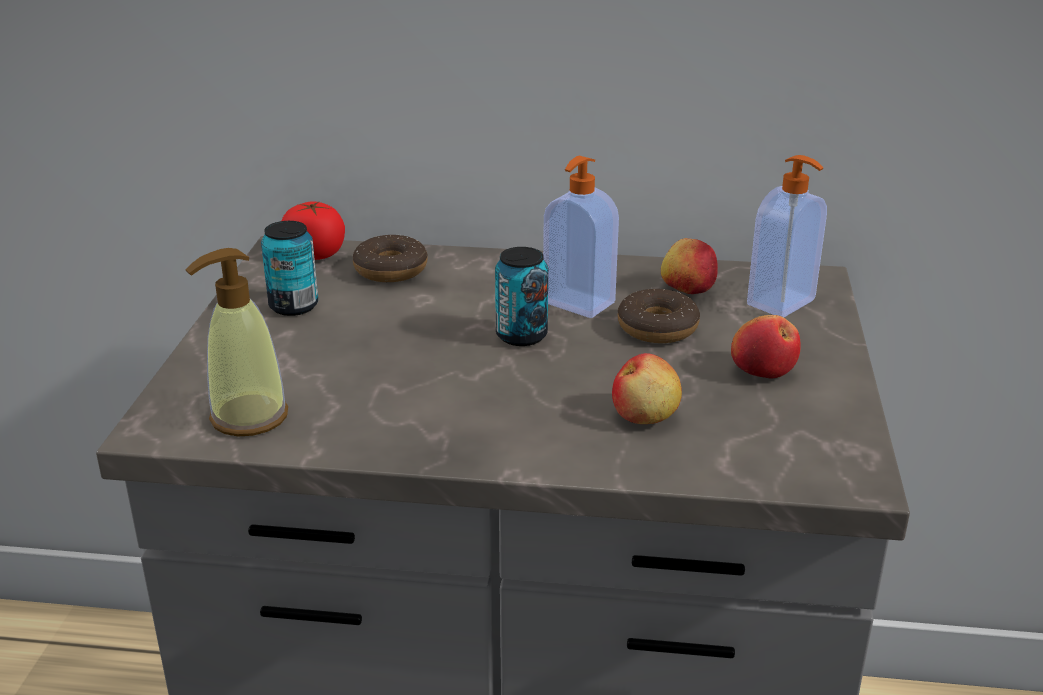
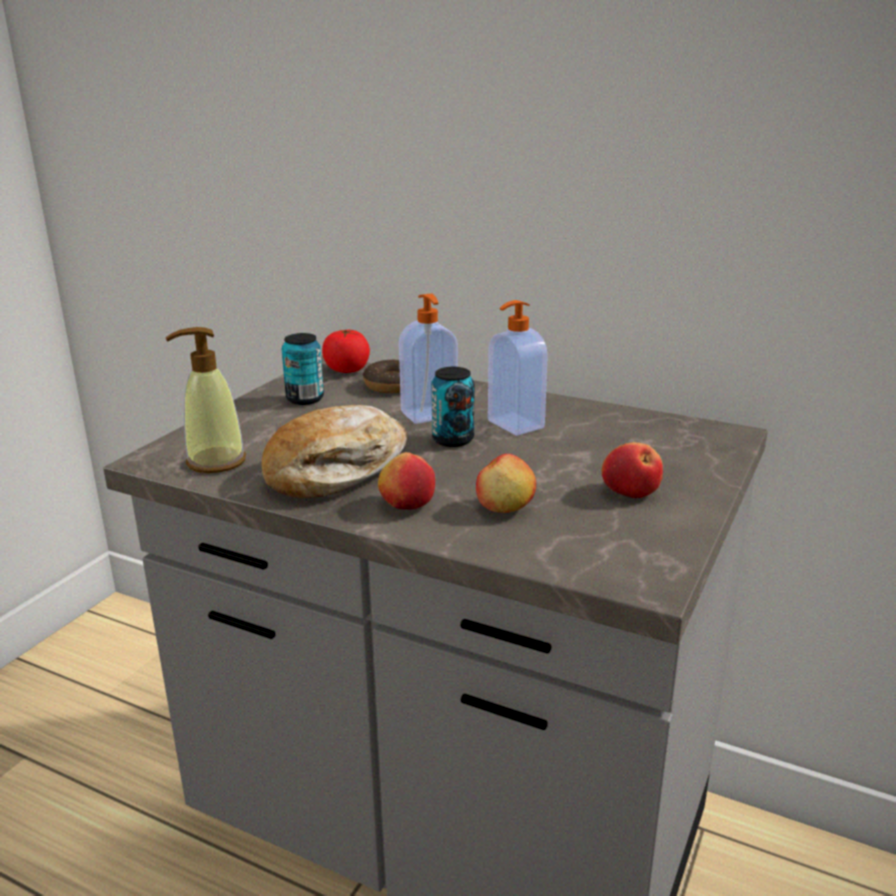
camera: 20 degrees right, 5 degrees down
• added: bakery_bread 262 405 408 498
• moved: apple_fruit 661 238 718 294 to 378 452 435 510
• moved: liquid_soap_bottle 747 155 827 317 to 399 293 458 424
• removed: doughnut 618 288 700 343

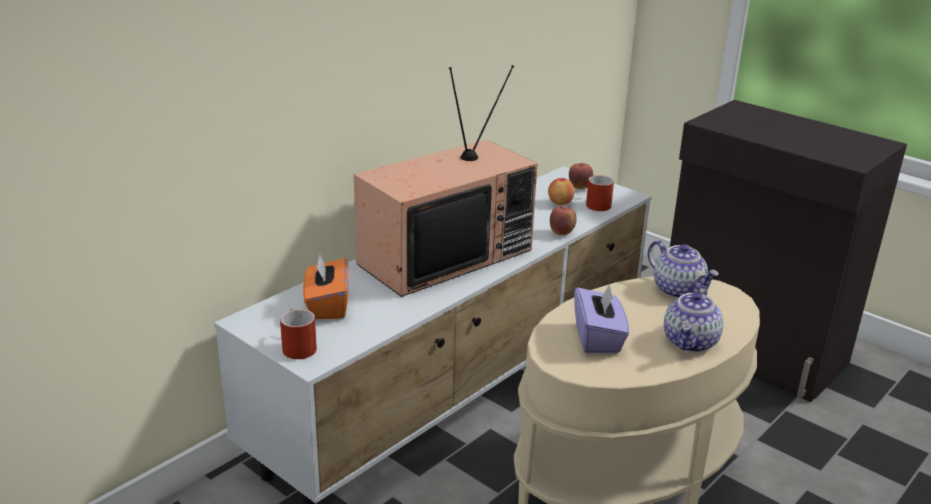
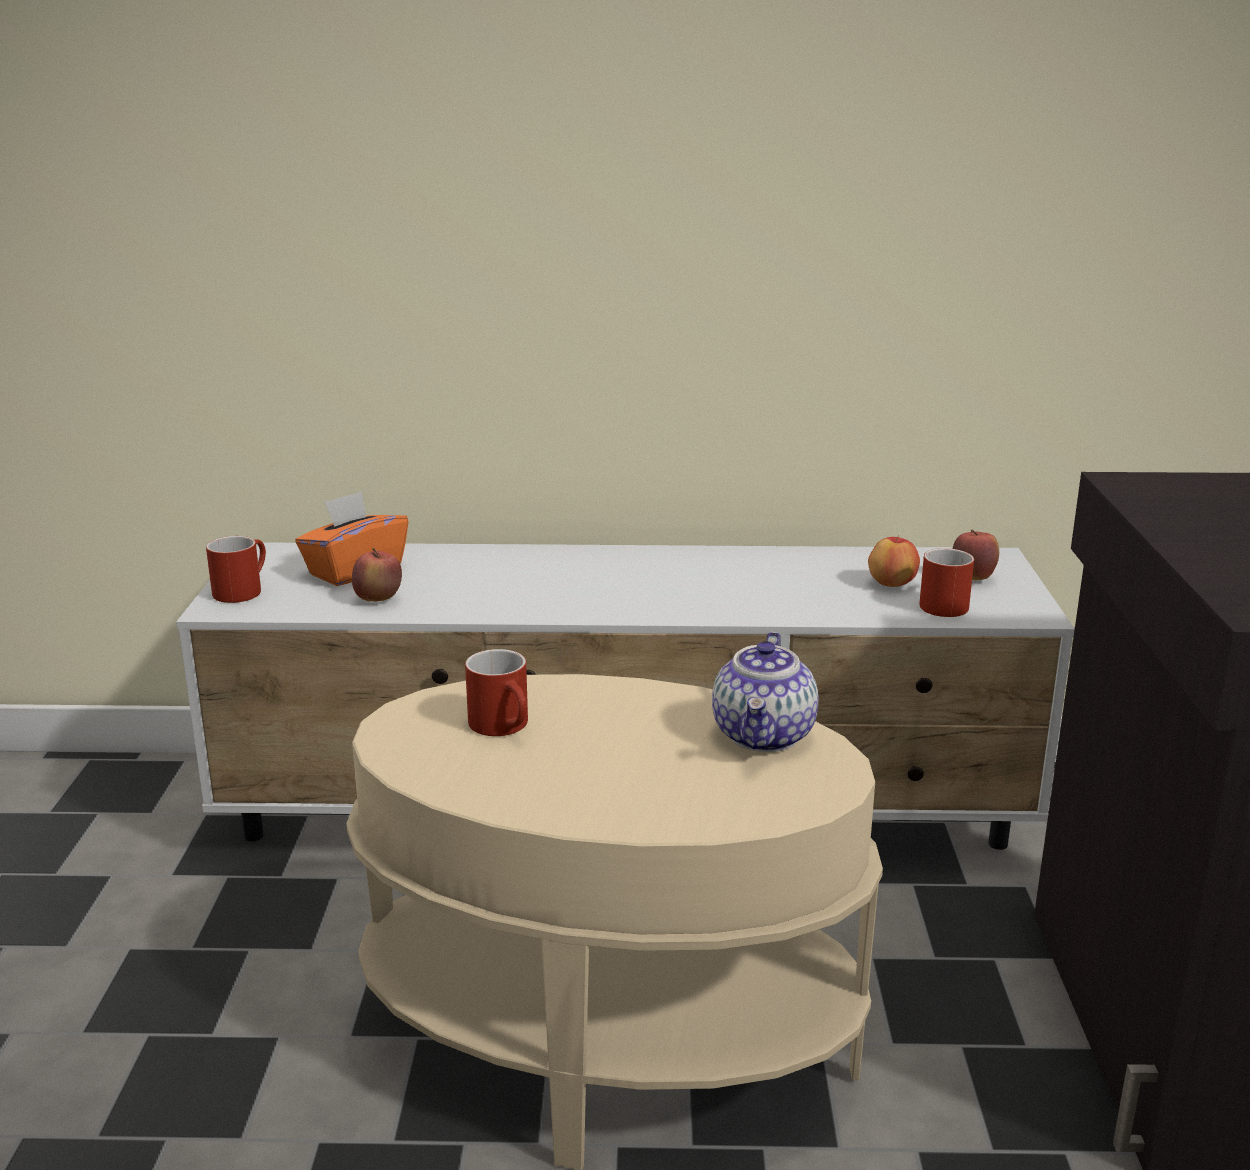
camera: 50 degrees right, 5 degrees down
• moved: apple_fruit 550 206 576 235 to 352 548 402 602
• replaced: purple-coloured_tissue_holder 574 283 629 353 to reddish_tea_mug 465 649 528 736
• removed: television 354 65 537 297
• removed: tea_pot 664 285 723 352

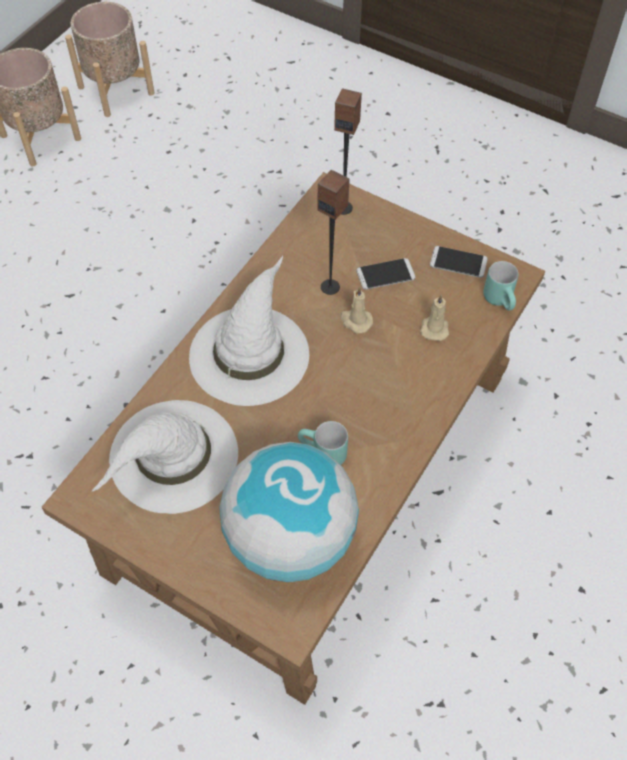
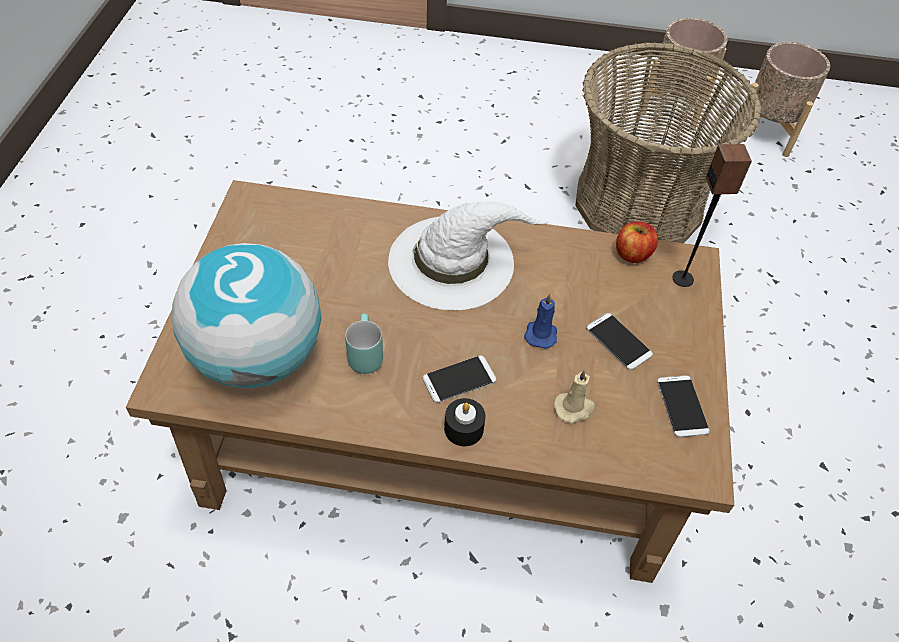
camera: 65 degrees right, 5 degrees down
• added: phone 423 356 496 403
• added: black_wax_light 444 398 486 446
• recoloured: beige_wax_light 341 286 373 333 to blue-coloured_wax_light 524 294 557 349
• added: basket 575 42 761 243
• added: apple_fruit 616 221 658 263
• removed: white-coloured_hat 91 400 238 514
• removed: loudspeaker 317 170 350 295
• removed: turquoise-coloured_tea_mug 483 261 518 310

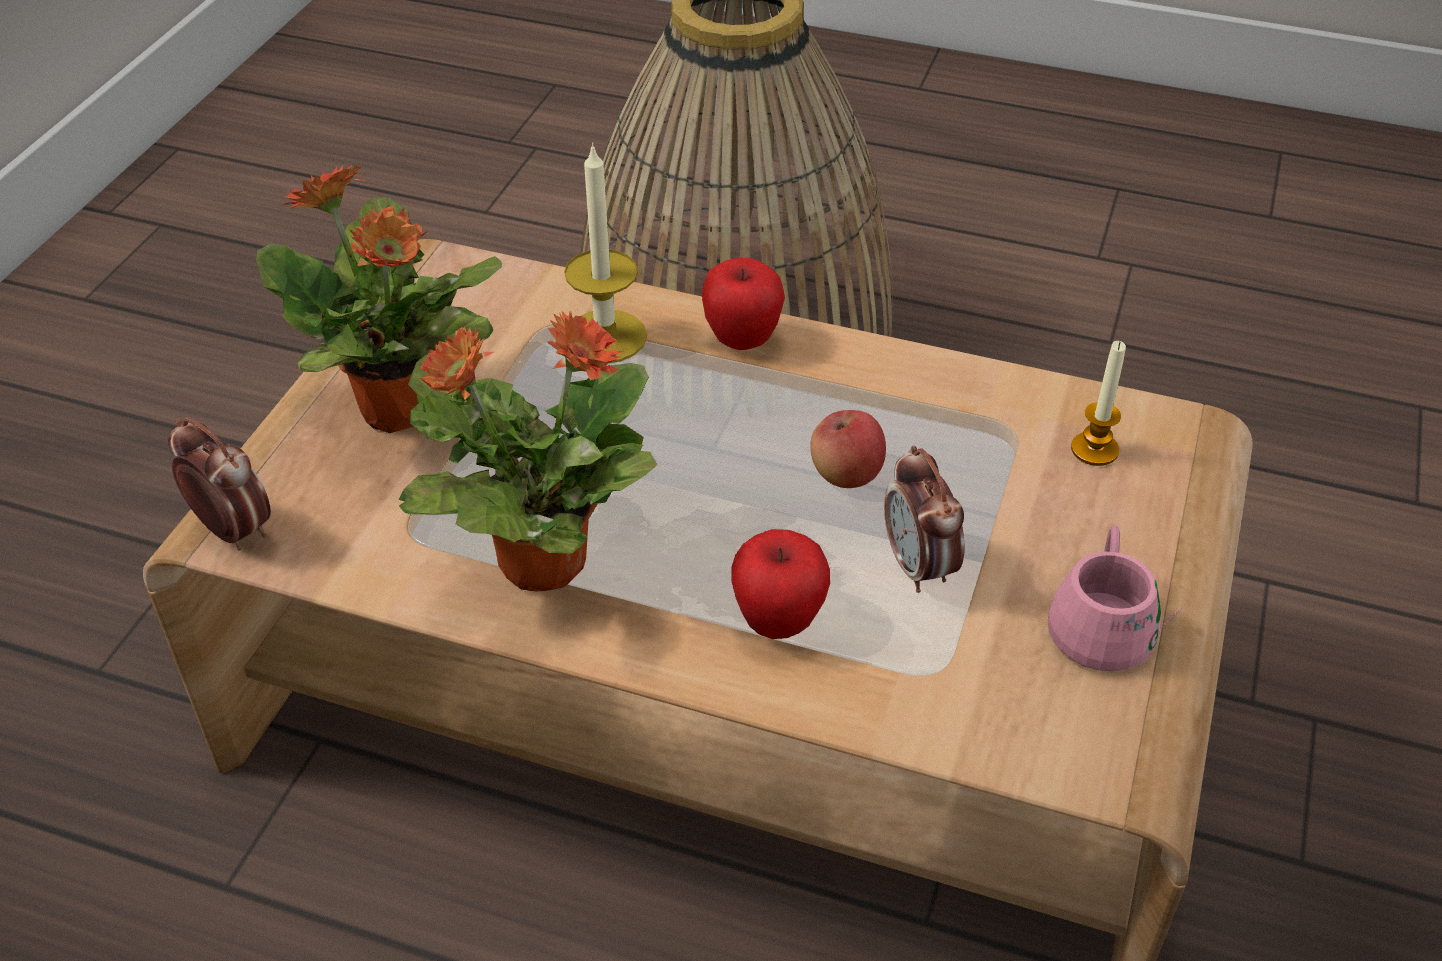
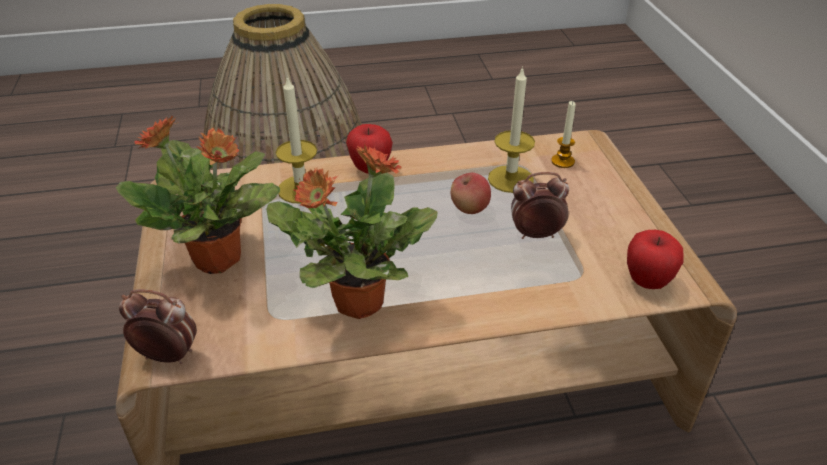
camera: 30 degrees left, 5 degrees down
• added: wax_light 488 66 535 193
• turned: bedside_clock 884 445 964 593 = 511 172 569 239 135 degrees clockwise
• moved: apple_fruit 731 529 830 639 to 627 230 684 289
• removed: pink_tea_mug 1048 525 1182 671

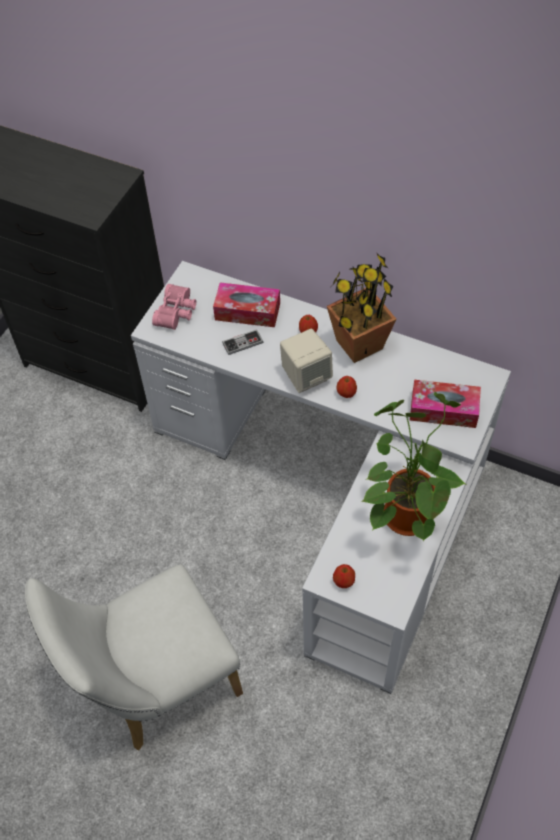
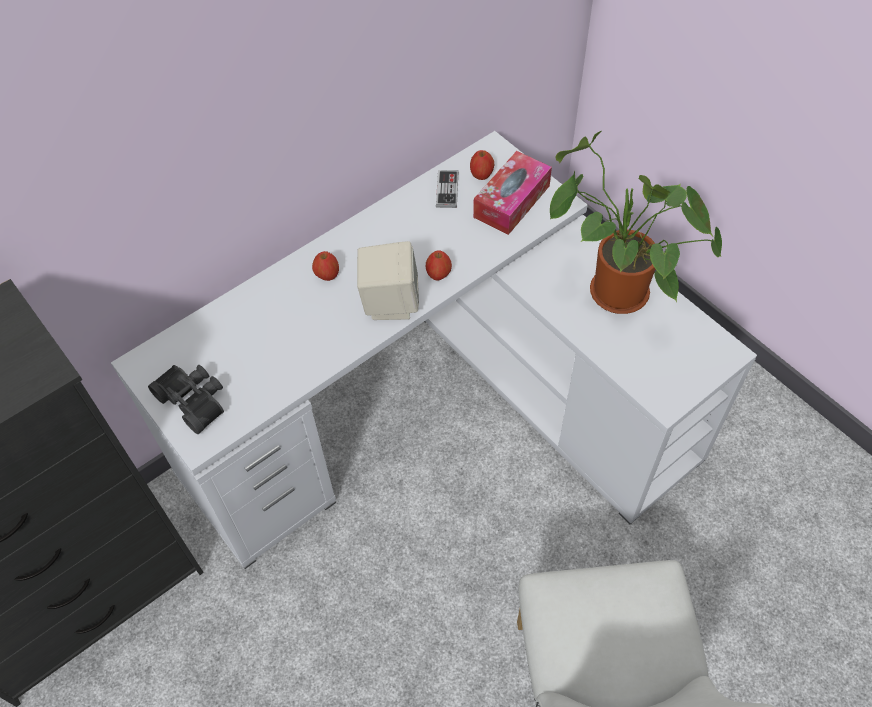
camera: 65 degrees left, 0 degrees up
• recoloured: pink_field_glasses 152 284 196 330 to black_field_glasses 148 365 224 434
• moved: game_controller 222 329 263 355 to 436 170 458 208
• moved: apple_fruit 333 564 355 588 to 470 150 494 180
• removed: tissue_holder 213 282 280 327
• removed: houseplant 327 252 396 363

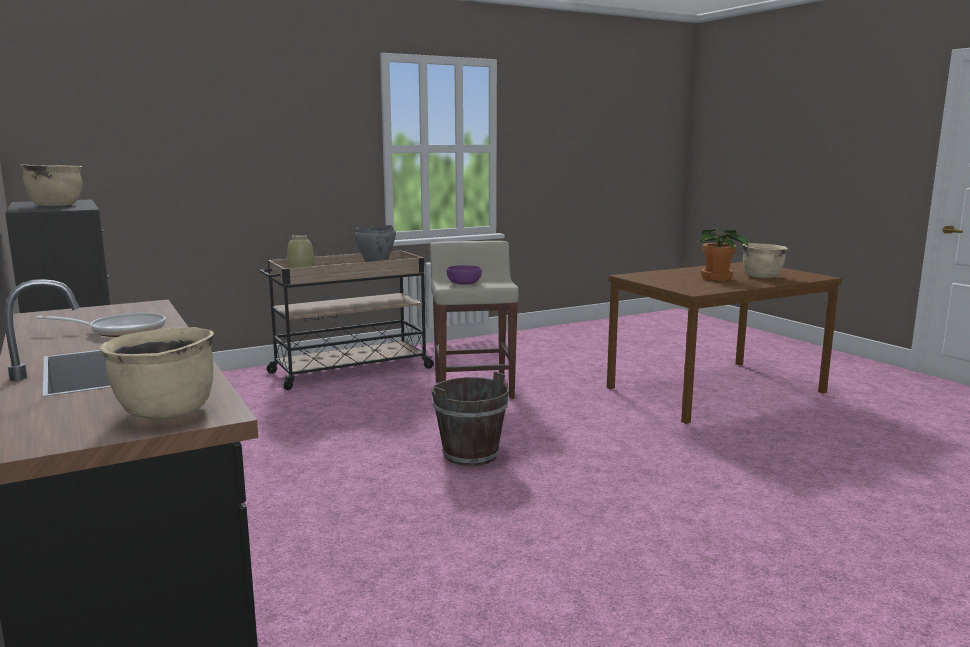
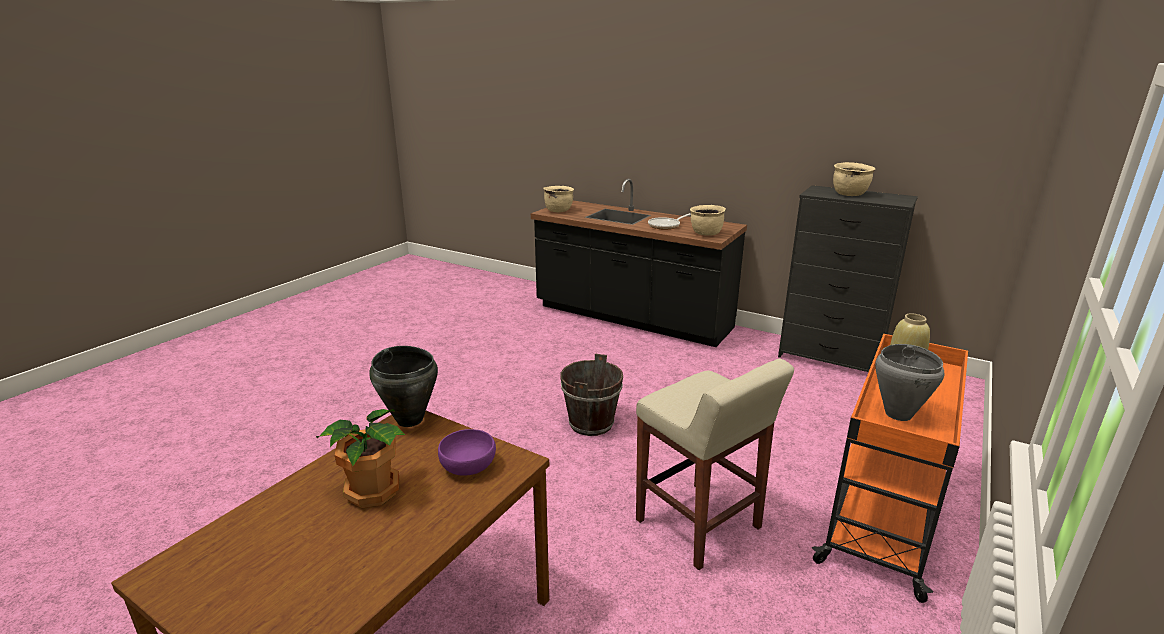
camera: 150 degrees right, 10 degrees up
• added: black_cooking_pot 369 346 438 427
• moved: purple-coloured_serving_bowl 447 265 482 285 to 438 429 496 475
• moved: beige_cooking_pot 743 243 788 278 to 690 205 726 236
• recoloured: beige_trolley 259 250 435 390 to orange_trolley 812 334 968 603

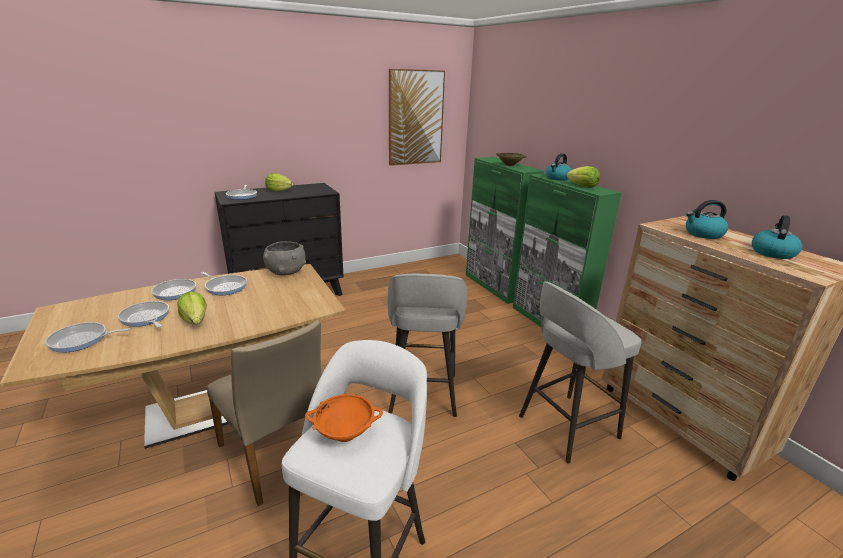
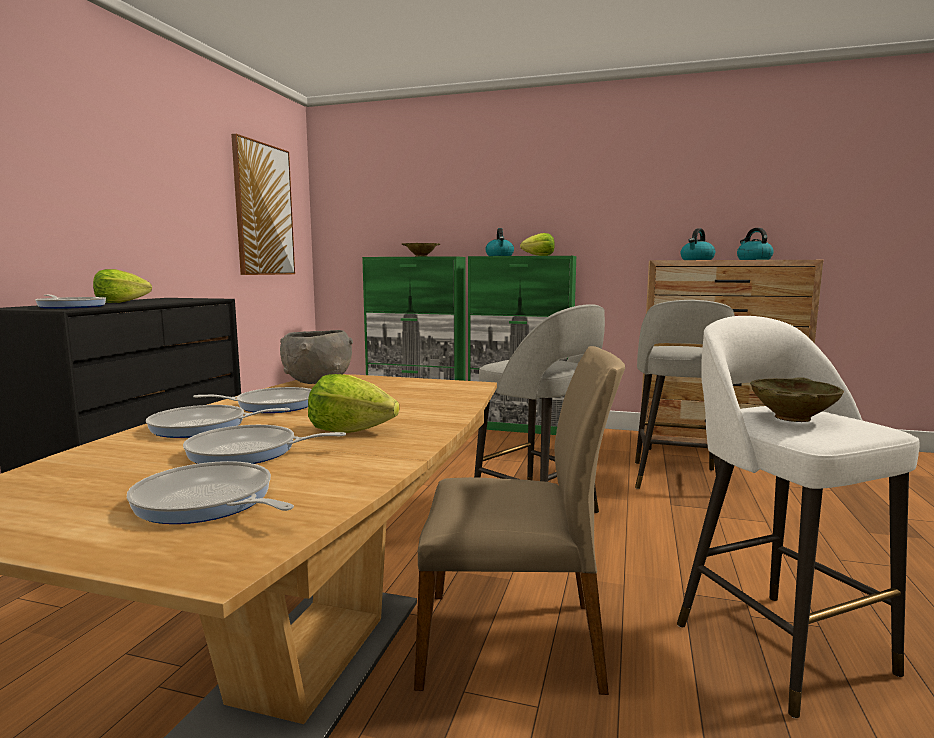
camera: 45 degrees left, 15 degrees down
• turned: frying_pan 45 322 131 353 = 127 461 294 524 90 degrees clockwise
• recoloured: orange_serving_bowl 305 394 383 442 to beige_serving_bowl 750 377 844 422

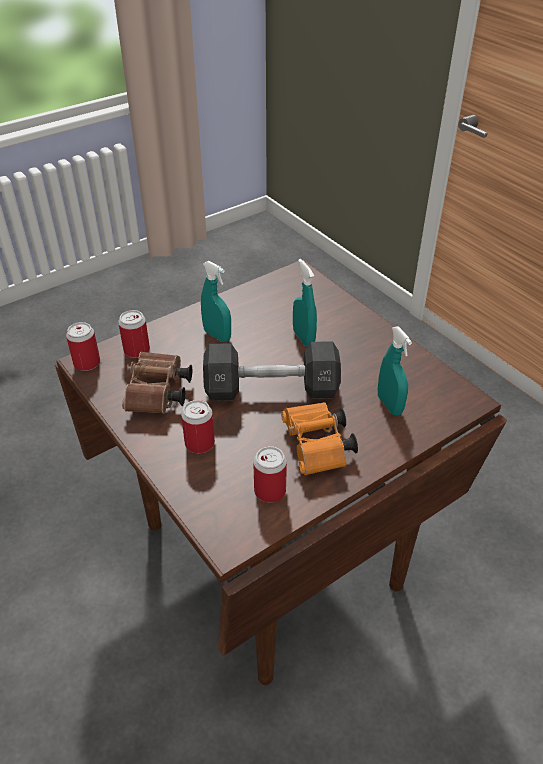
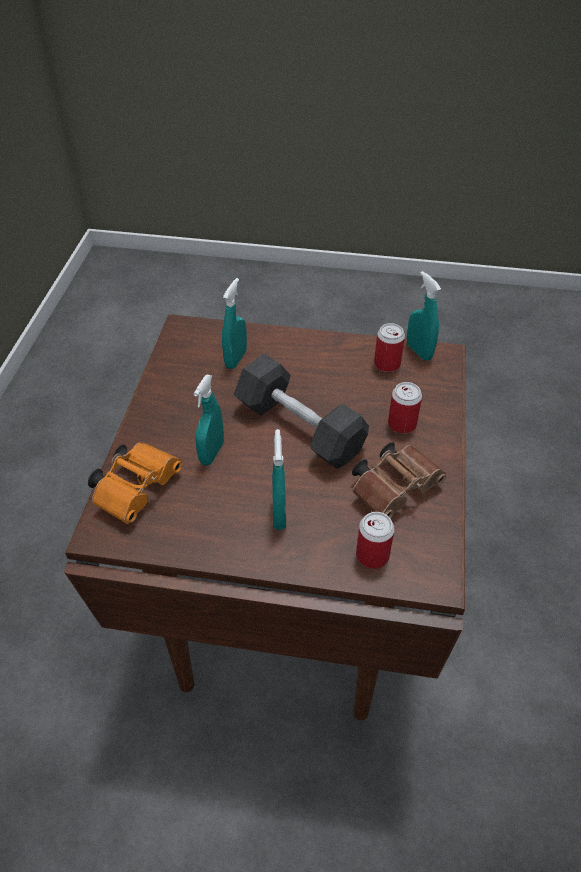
camera: 135 degrees left, 5 degrees up
• moved: orange_field_glasses 281 402 358 476 to 88 443 182 524
• added: turquoise-coloured_spray_bottle 407 271 441 361
• removed: can 66 322 100 371

